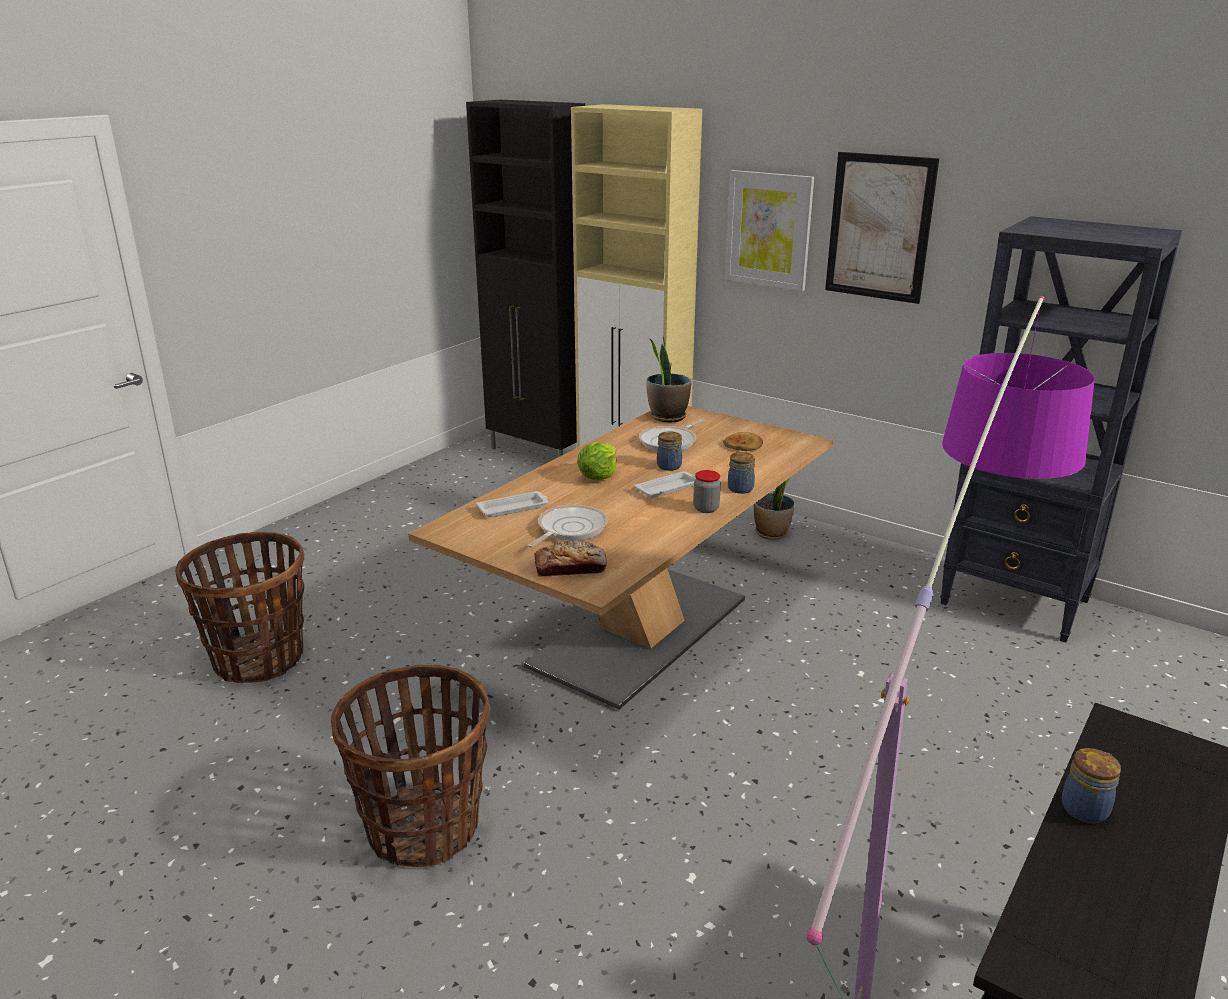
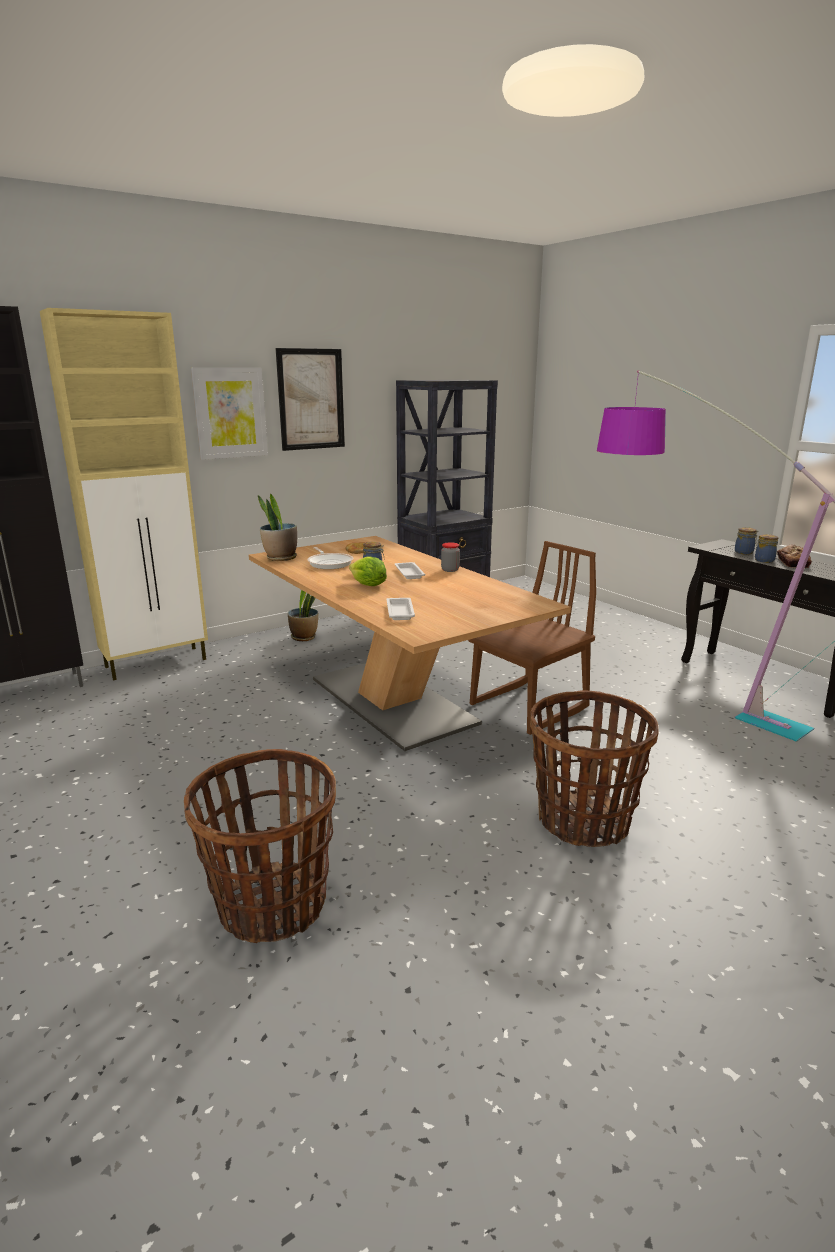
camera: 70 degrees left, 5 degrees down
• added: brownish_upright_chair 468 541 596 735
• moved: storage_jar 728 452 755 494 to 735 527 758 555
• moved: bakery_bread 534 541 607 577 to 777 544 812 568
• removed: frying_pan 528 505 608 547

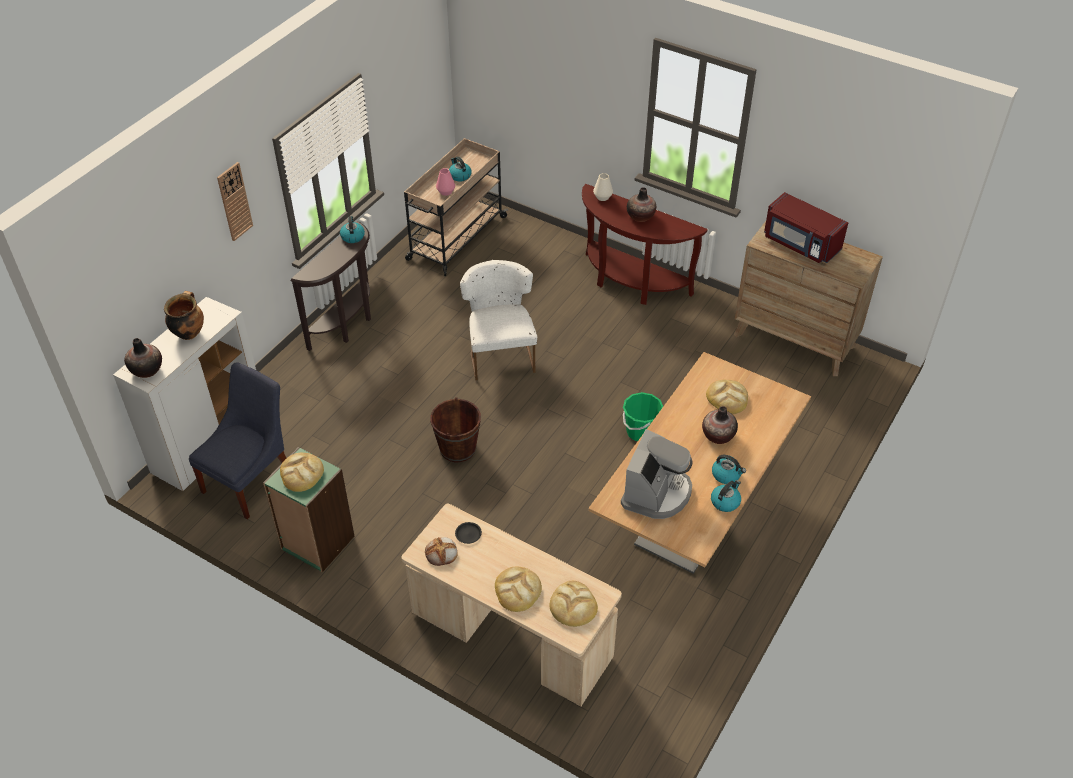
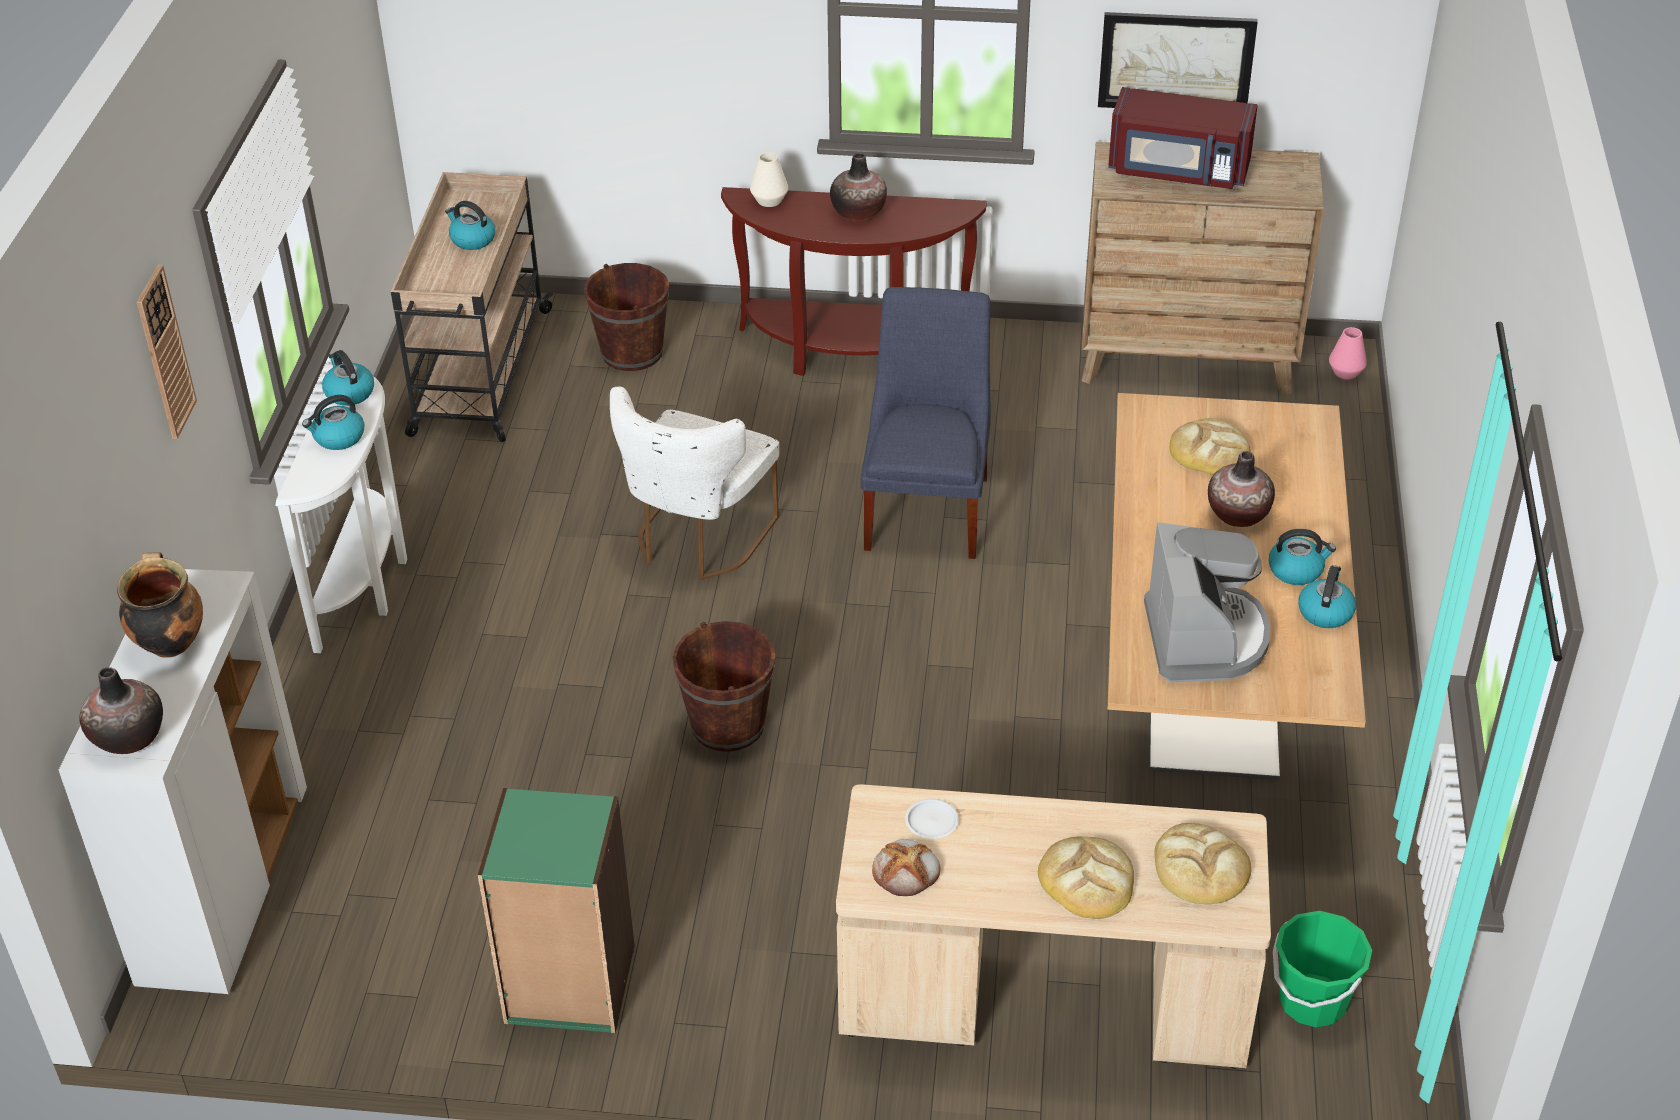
camera: 25 degrees left, 5 degrees down
• recoloured: brownish_console_table 291 221 371 351 to white-coloured_console_table 276 376 407 653
• added: water_kettle 302 395 364 450
• added: brownish_pail 584 263 669 371
• turned: white-coloured_upright_chair 460 260 537 380 = 610 386 779 580 120 degrees counterclockwise
• moved: blue-coloured_upright_chair 189 362 286 519 to 861 287 991 559
• recoloured: black_flat_dish 455 522 482 544 to white-coloured_flat_dish 905 798 959 839
• added: wall_picture 1098 12 1258 108
• moved: green-coloured_pail 623 392 663 441 to 1273 911 1372 1027
• moved: pink_decorative_vase 436 168 455 196 to 1329 327 1367 379
• removed: bakery_bread 280 453 324 492

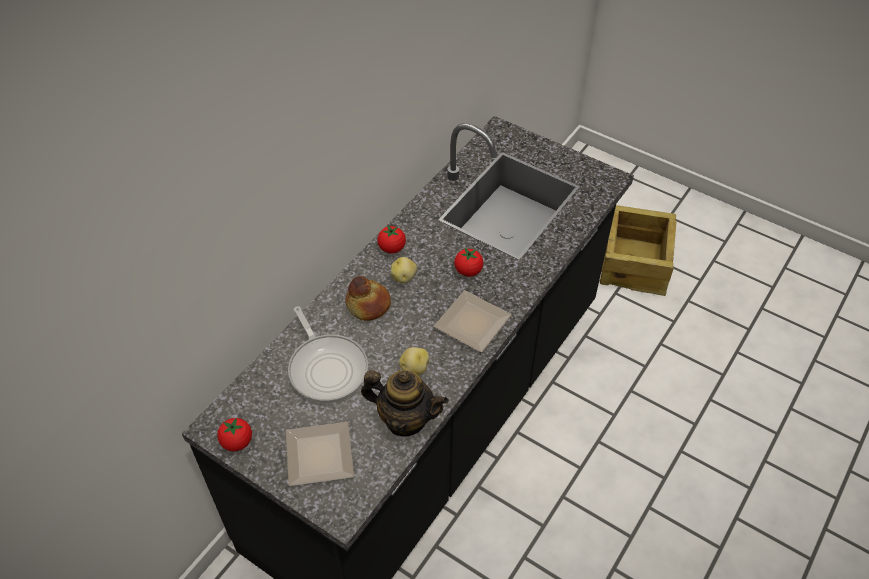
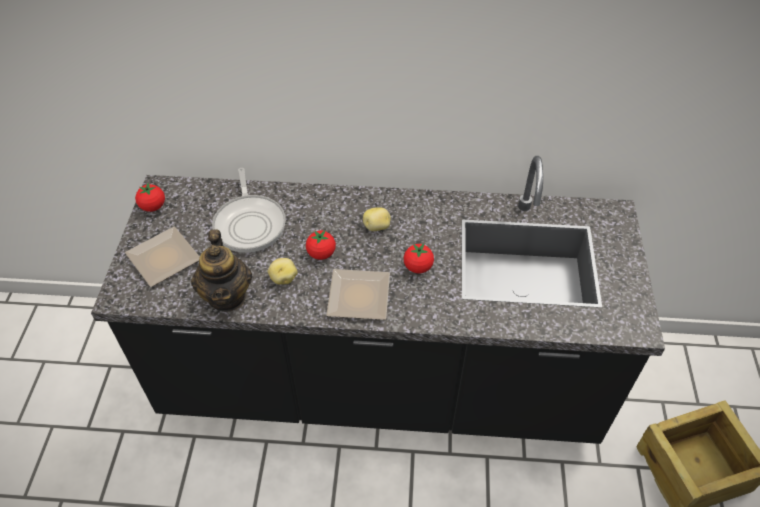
camera: 60 degrees right, 0 degrees up
• turned: frying_pan 288 307 368 403 = 212 168 286 253 45 degrees counterclockwise
• moved: tomato 377 225 406 254 to 306 230 336 260
• removed: bakery_bread 346 276 391 321

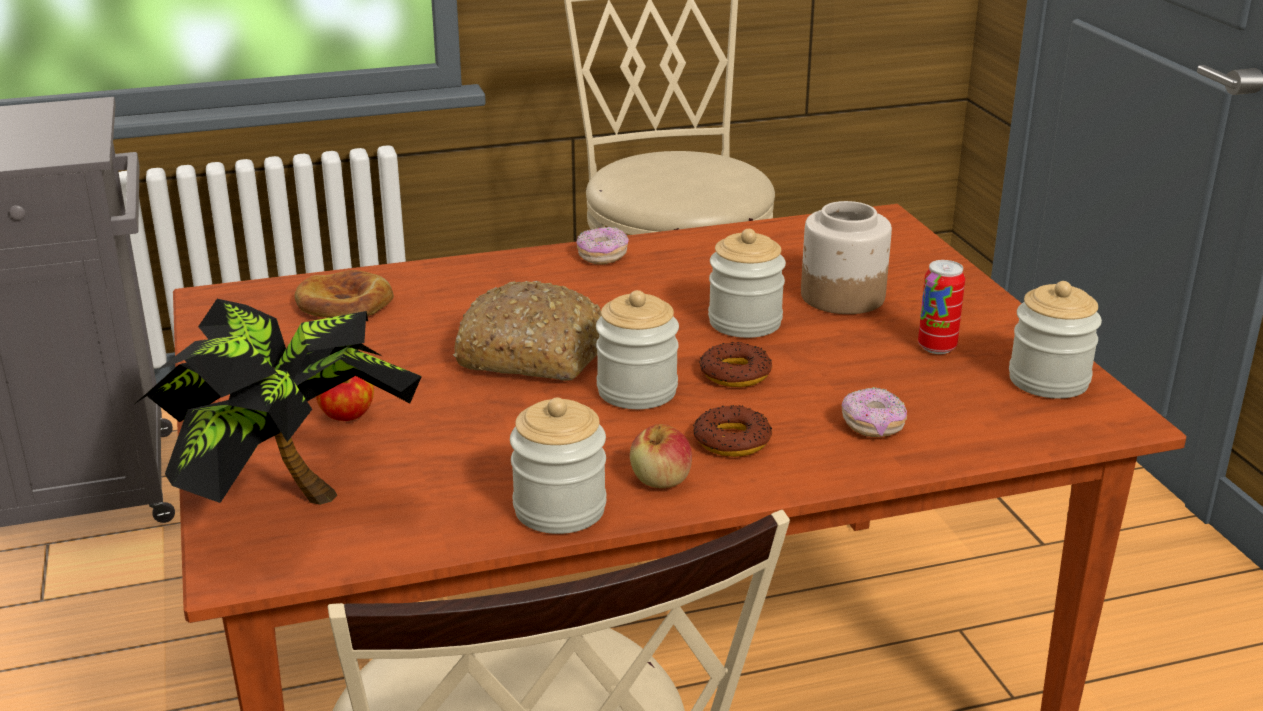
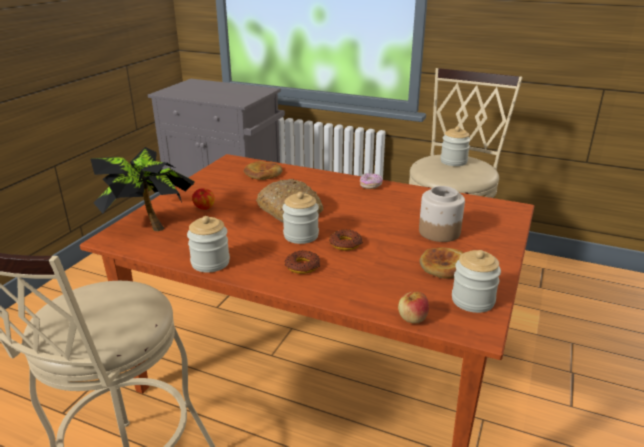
camera: 40 degrees right, 0 degrees up
• moved: apple_fruit 630 424 692 488 to 398 291 429 324
• replaced: can 918 260 965 354 to bakery_bread 419 248 464 278
• moved: storage_jar 708 229 786 338 to 440 126 471 166
• removed: doughnut 841 387 907 437

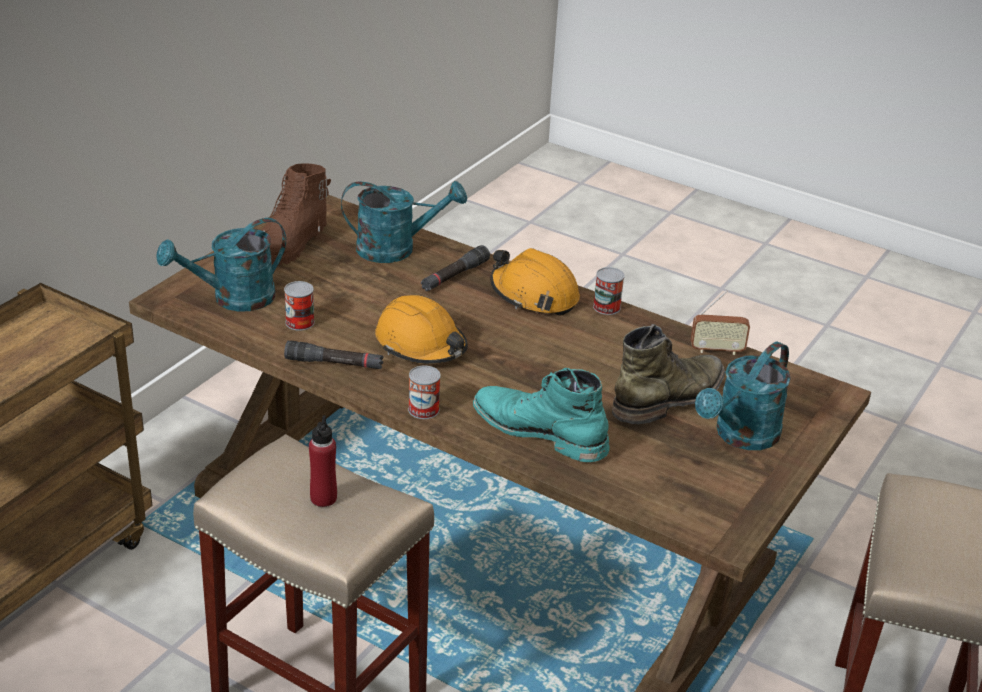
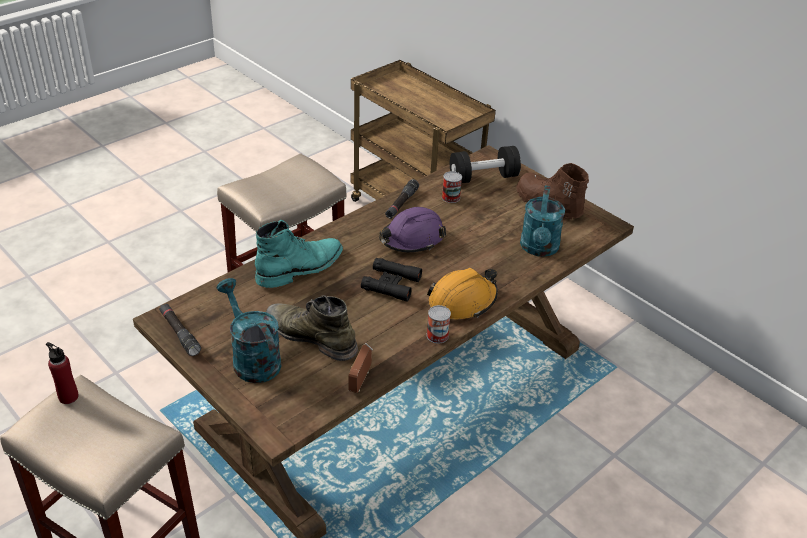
camera: 105 degrees right, 5 degrees up
• moved: reddish_beverage_bottle 309 415 337 507 to 46 342 79 404
• moved: black_hand_torch 421 245 490 291 to 159 304 201 356
• turned: green-coloured_high-top_boot 612 324 725 424 = 266 295 358 361 150 degrees clockwise
• added: black_field_glasses 361 258 422 302
• recoloured: orange_hard_hat 375 295 468 364 to purple-coloured_hard_hat 379 207 446 252
• replaced: turquoise-coloured_watering_pot 156 218 286 312 to black_hand_weight 450 146 521 183
• removed: can 408 366 441 419

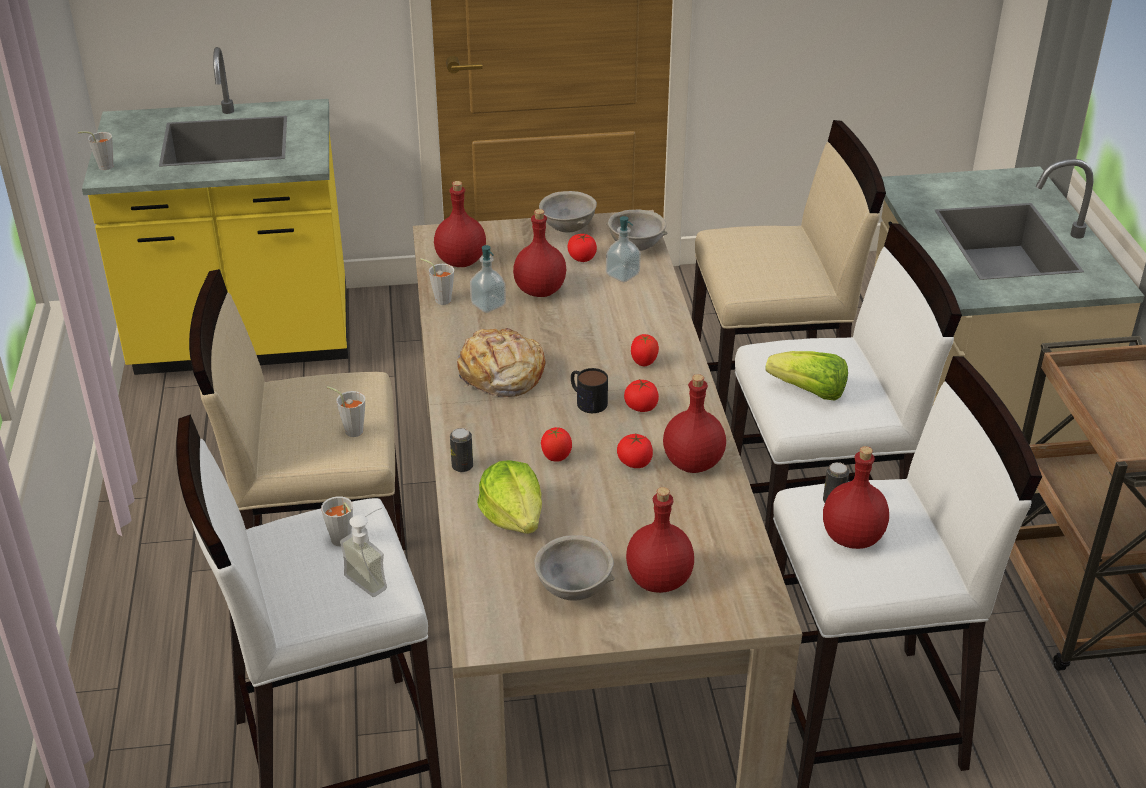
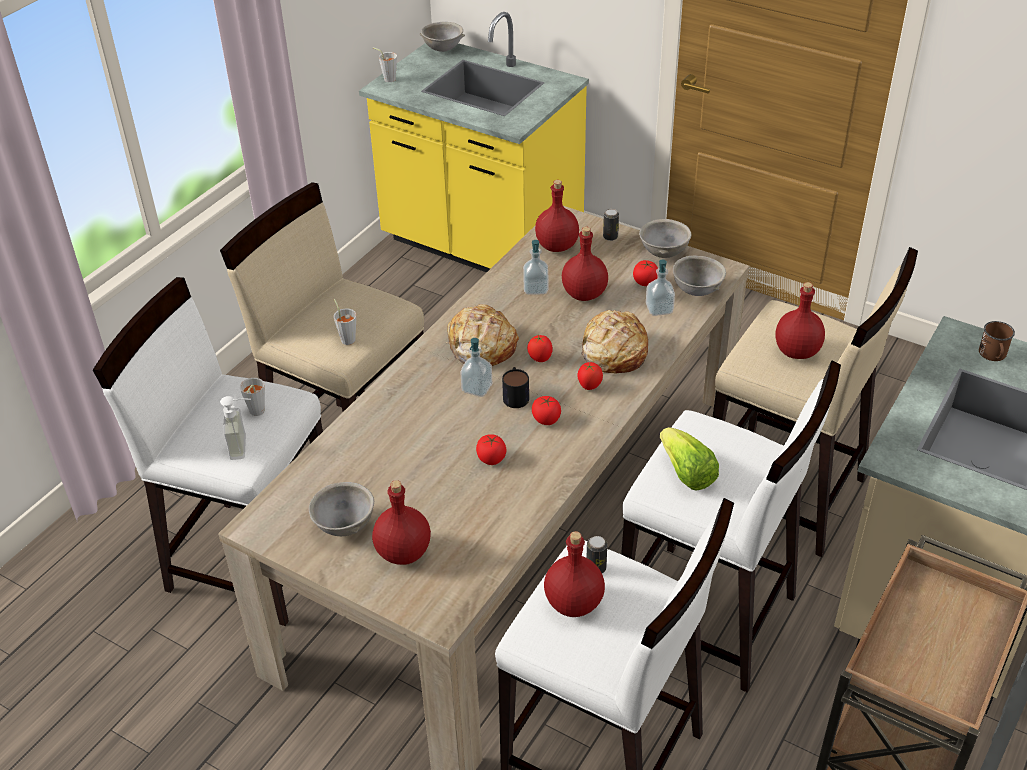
camera: 40 degrees right, 5 degrees up
• added: grey_serving_bowl 419 22 465 52
• added: liquid_soap_bottle 461 338 492 397
• moved: tomato 541 427 572 462 to 527 335 553 362
• added: bakery_bread 581 310 648 373
• moved: can 450 428 473 472 to 603 209 619 241
• moved: reddish_beverage_bottle 663 374 726 473 to 775 282 825 359
• added: brownish_tea_mug 979 321 1015 361
• removed: grey_small_cup 420 258 454 305
• removed: lettuce_head 477 460 542 534

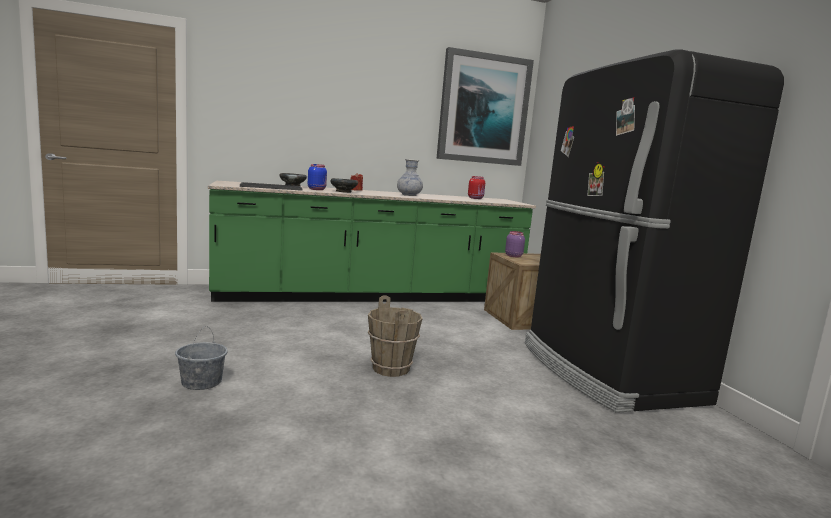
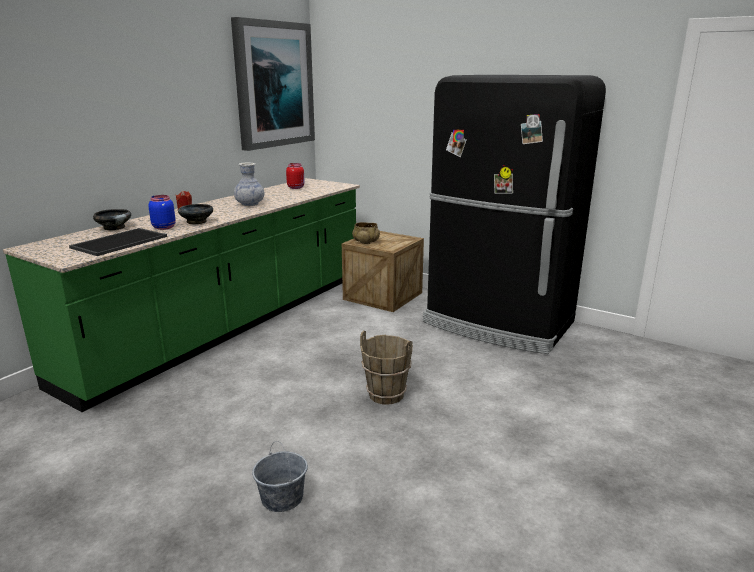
camera: 40 degrees left, 10 degrees up
• replaced: purple-coloured_storage_jar 505 231 525 257 to beige_serving_bowl 352 222 380 244

